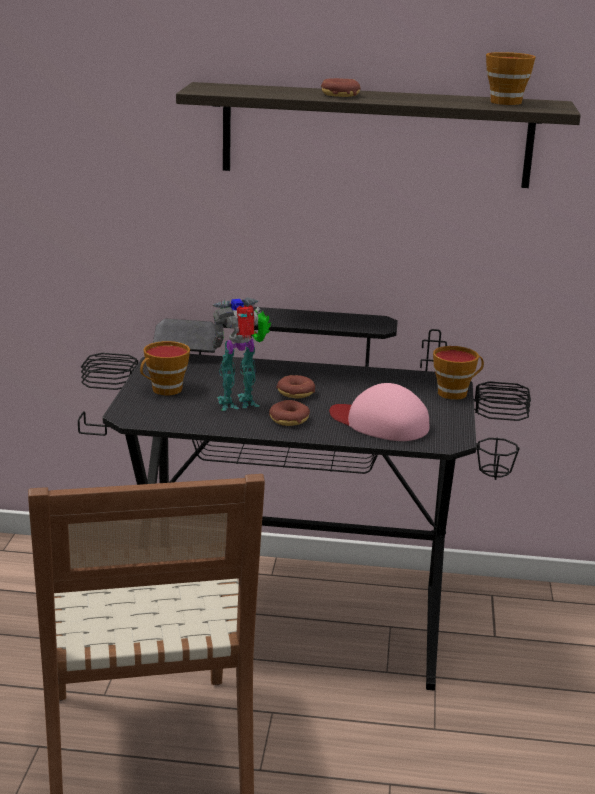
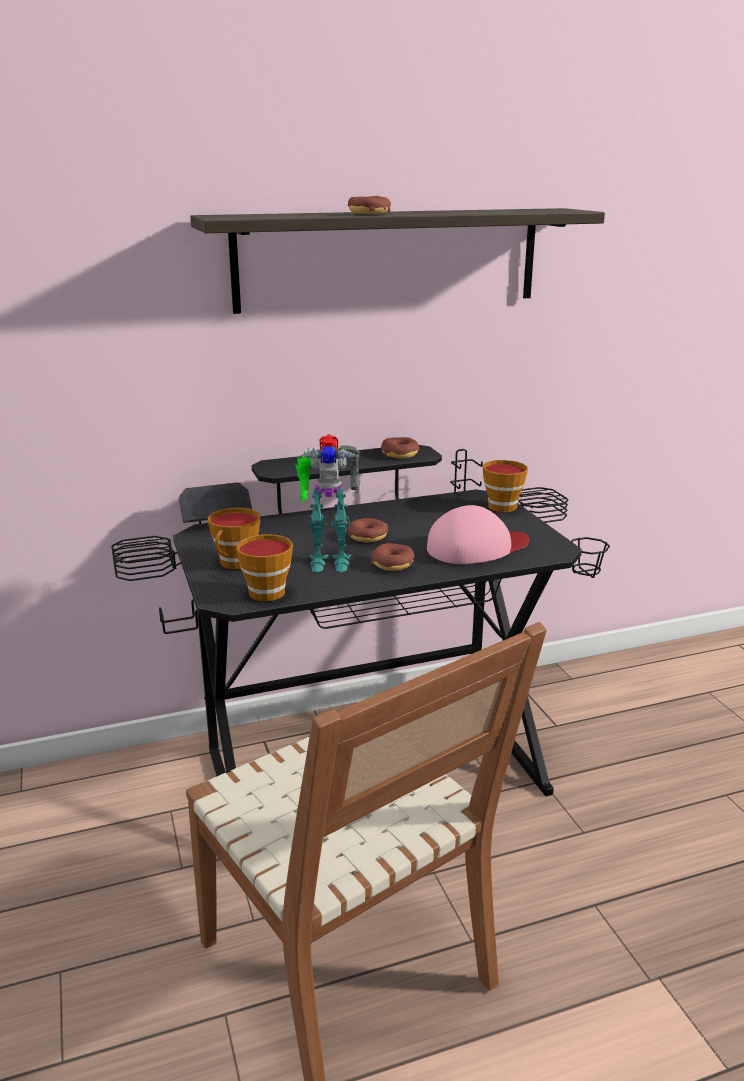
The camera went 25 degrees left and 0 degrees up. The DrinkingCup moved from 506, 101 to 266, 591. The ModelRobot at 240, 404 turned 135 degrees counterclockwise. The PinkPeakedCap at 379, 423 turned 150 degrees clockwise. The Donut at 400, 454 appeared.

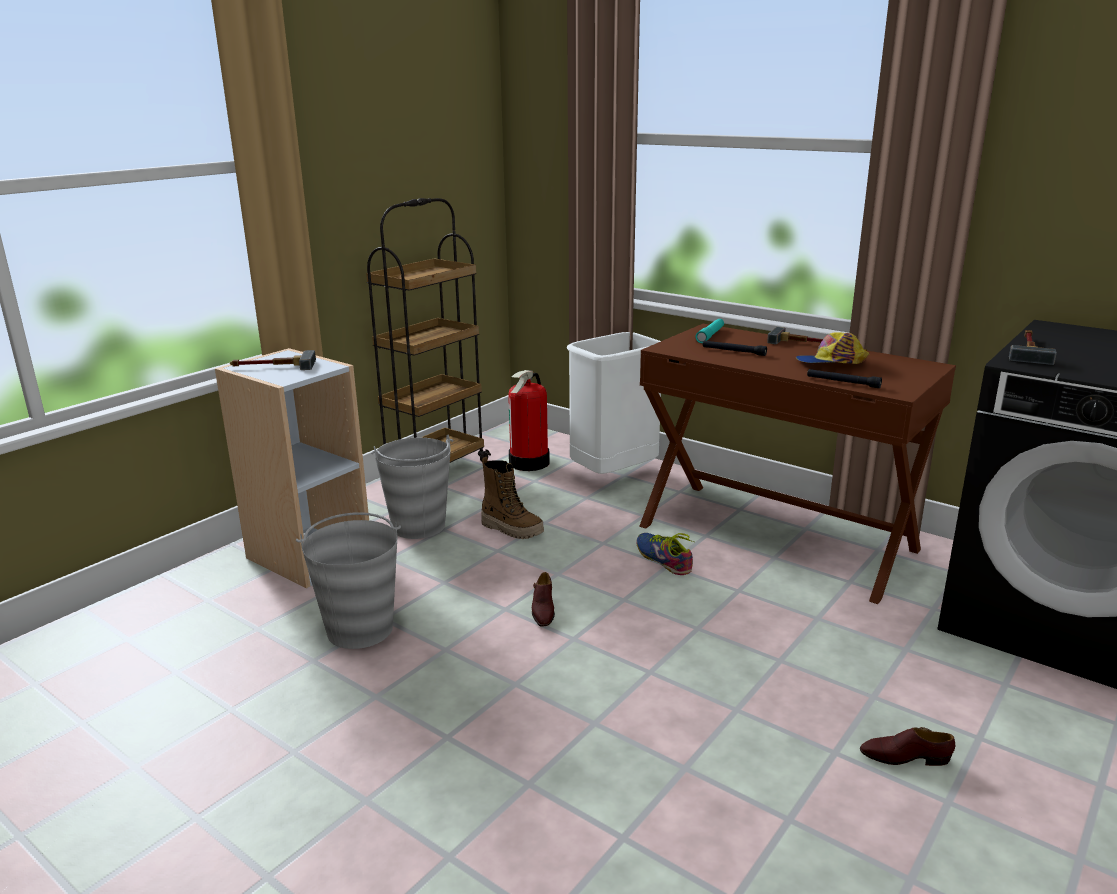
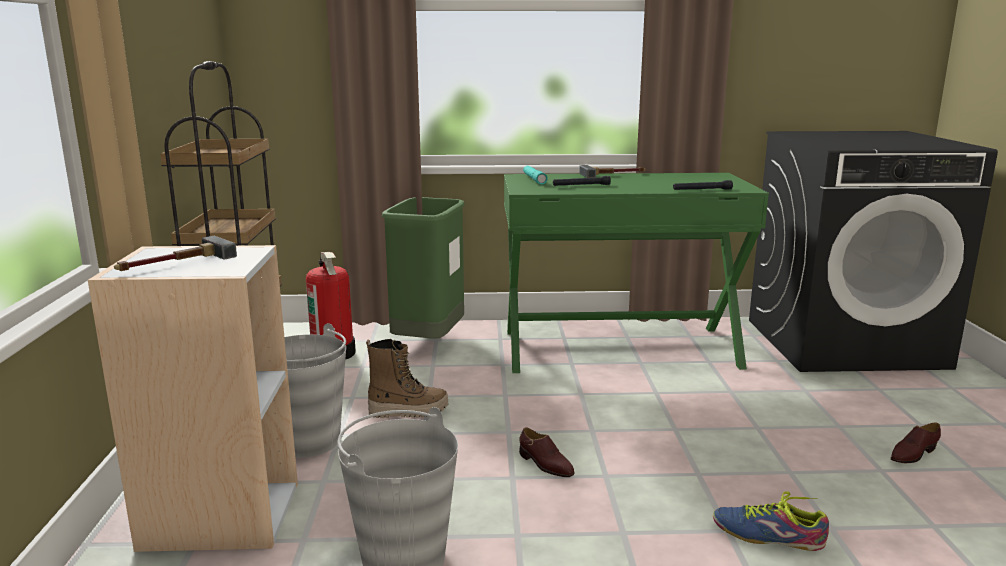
The camera went 40 degrees left and 5 degrees down. The BrownishDesk at 776, 537 became the GreenishDesk at 619, 348. The Hammer at 1029, 350 disappeared. The WhiteTrashCan at 614, 476 became the GreenishTrashCan at 428, 342. The PeakedCap at 831, 363 disappeared. The Shoe moved from 663, 559 to 768, 536.

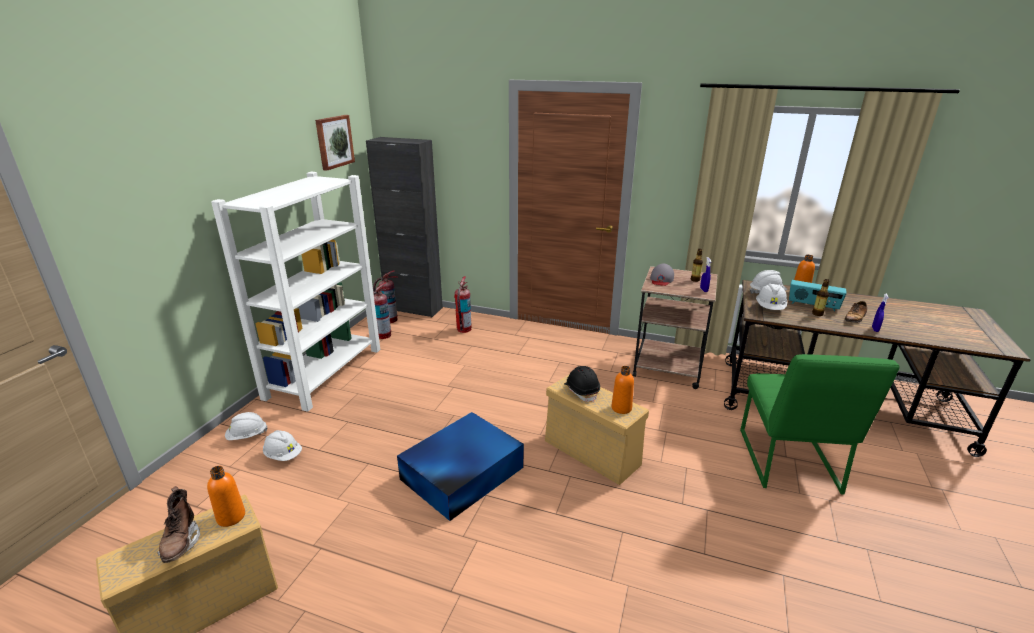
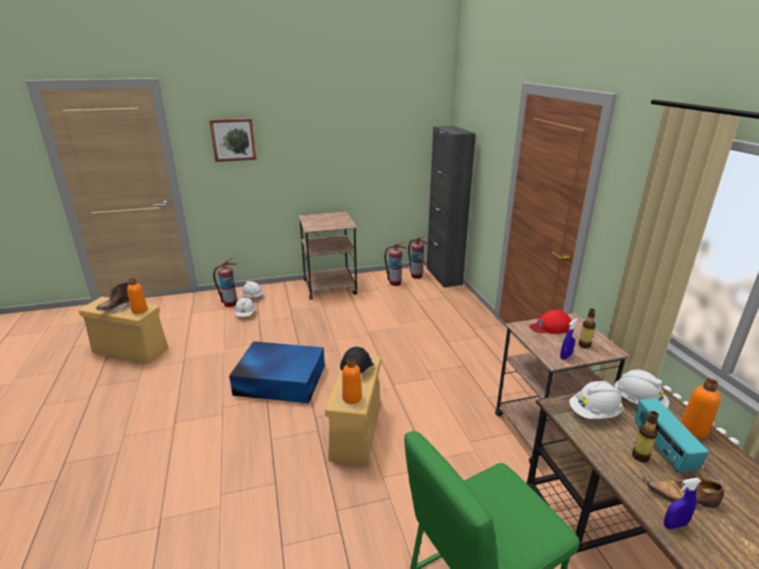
The camera went 55 degrees right and 0 degrees up. The Picture moved from 334, 142 to 233, 139. The WhiteBookshelf at 324, 372 was replaced by the BrownishTrolley at 330, 286. The GreyishPeakedCap at 661, 279 became the RedPeakedCap at 550, 327. The Extinguisher moved from 463, 329 to 230, 303.

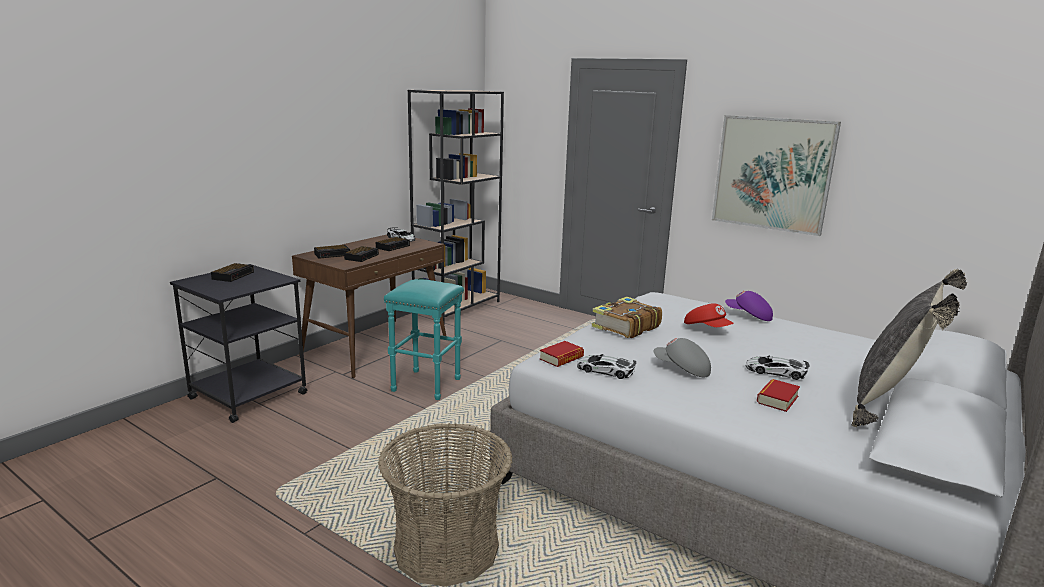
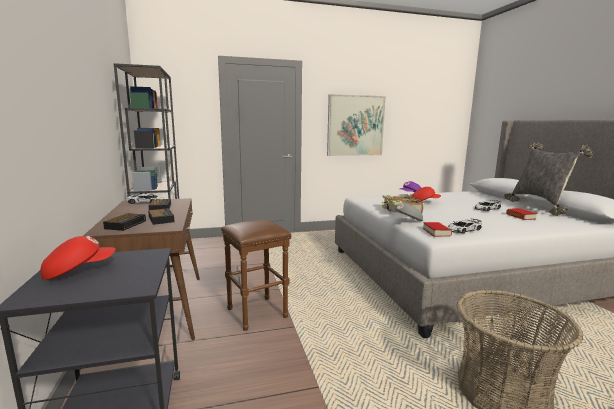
The camera went 50 degrees left and 5 degrees down. The AlarmClock at 233, 275 was replaced by the RedPeakedCap at 79, 270. The TurquoiseStoolSeat at 427, 385 became the BrownishStoolSeat at 258, 313. The GreyishPeakedCap moved from 682, 369 to 406, 221.

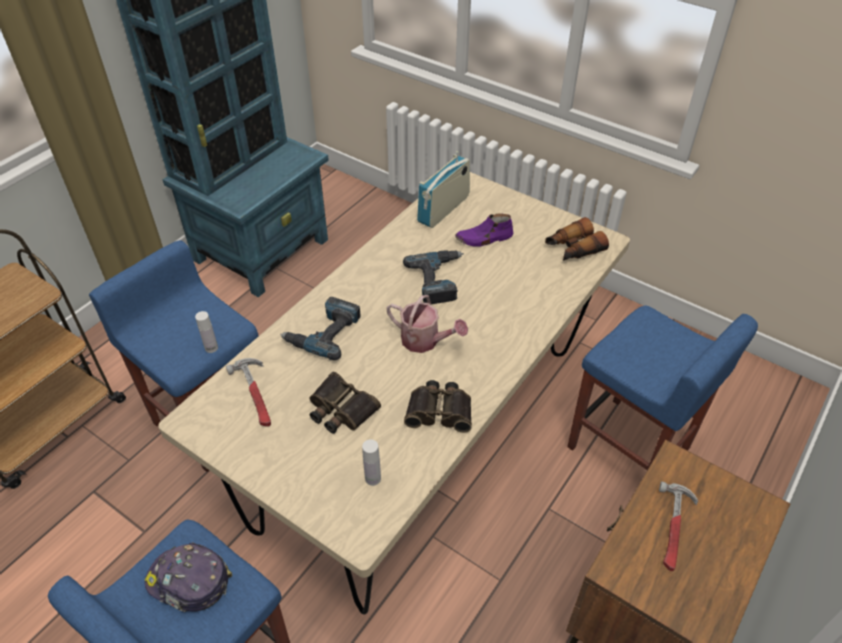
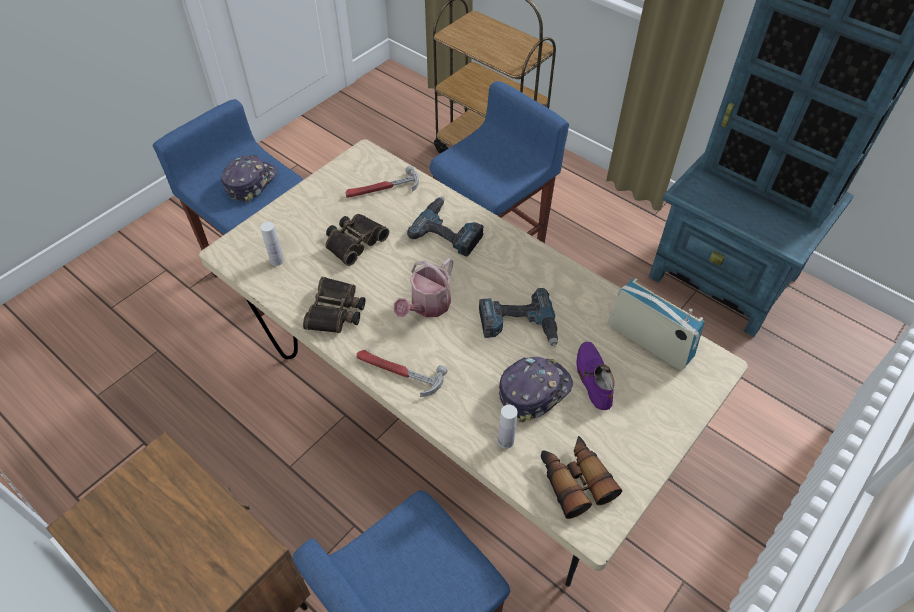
The camera went 95 degrees right and 5 degrees up. The WhiteBottle moved from 211, 348 to 505, 441. The Hammer moved from 674, 529 to 398, 372. The PeakedCap at 533, 390 appeared.

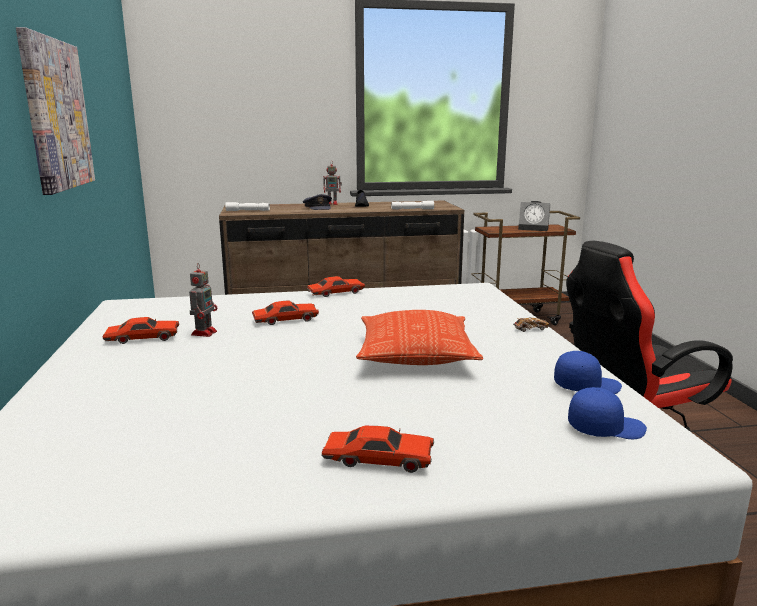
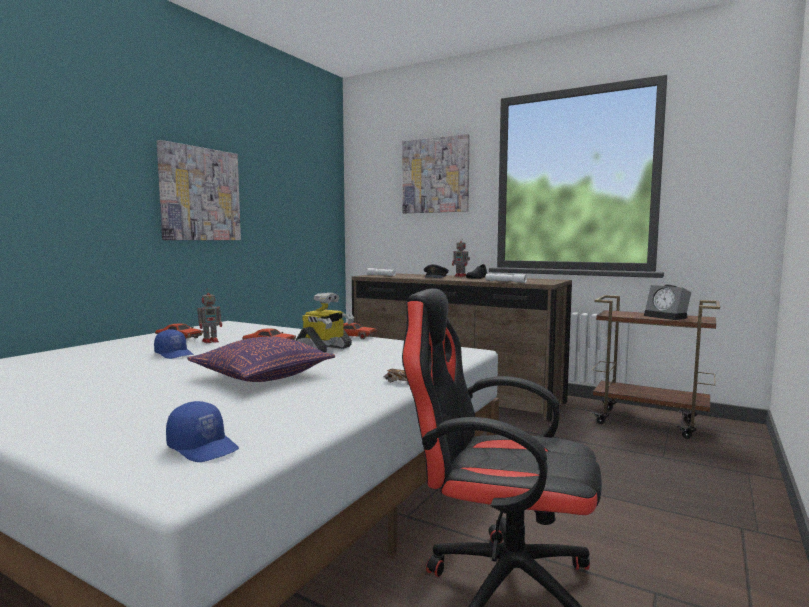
The camera went 40 degrees right and 10 degrees down. The OrangeyPillow at 415, 356 became the PurplishPillow at 263, 376. The BlueColouredPeakedCap moved from 586, 386 to 175, 354. The RedMiniatureCar at 378, 459 disappeared. The Picture at 435, 175 appeared. The ModelRobot at 324, 350 appeared.

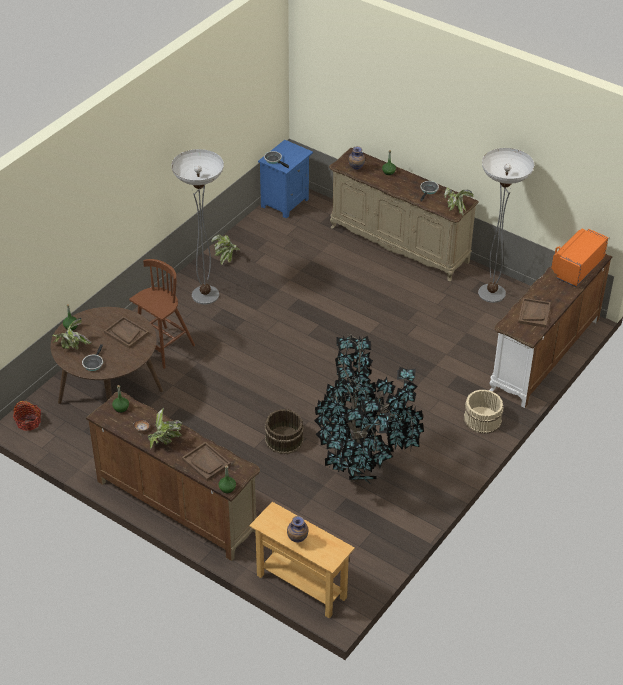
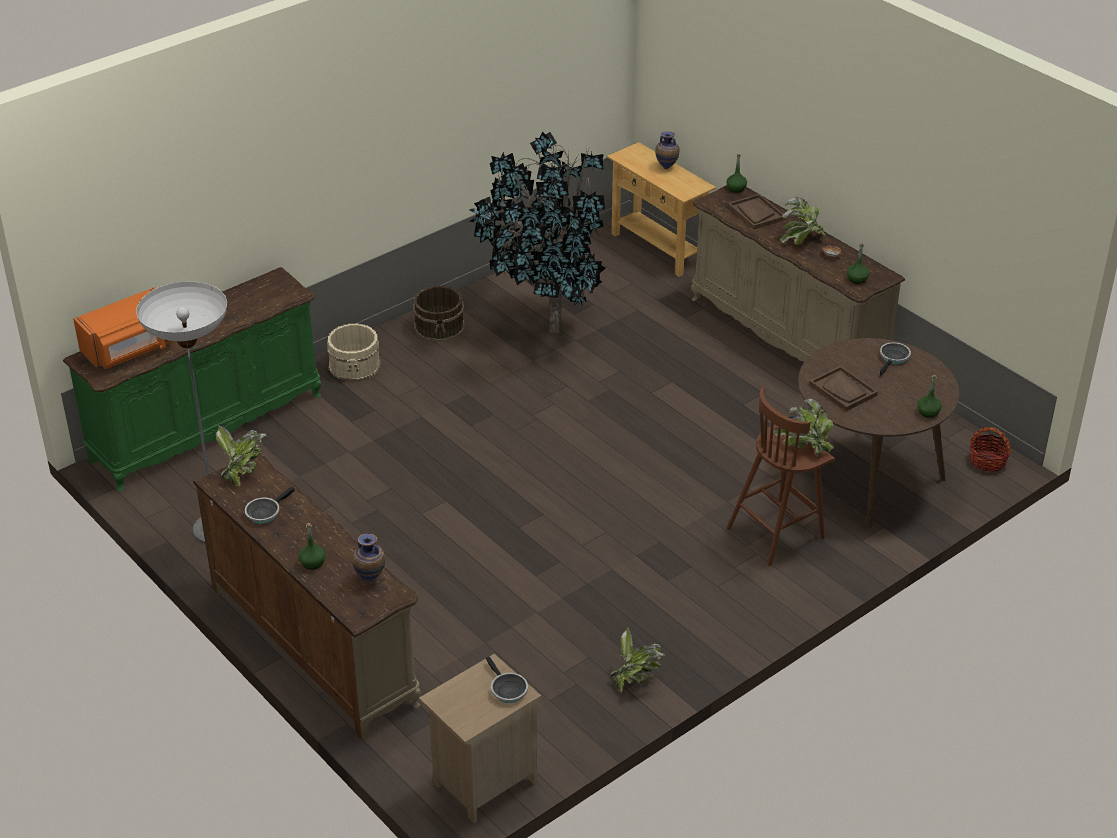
The camera went 165 degrees left and 5 degrees down. The BlueColouredBedsideTable at 286, 203 became the BeigeColouredBedsideTable at 482, 781. The StandingLamp at 205, 295 disappeared. The WhiteCupboard at 543, 353 became the GreenishCupboard at 209, 429. The BrownishServingTray at 534, 313 disappeared. The PlantInAPot moved from 71, 347 to 803, 446. The BrownishWaterBucket moved from 283, 439 to 440, 326.

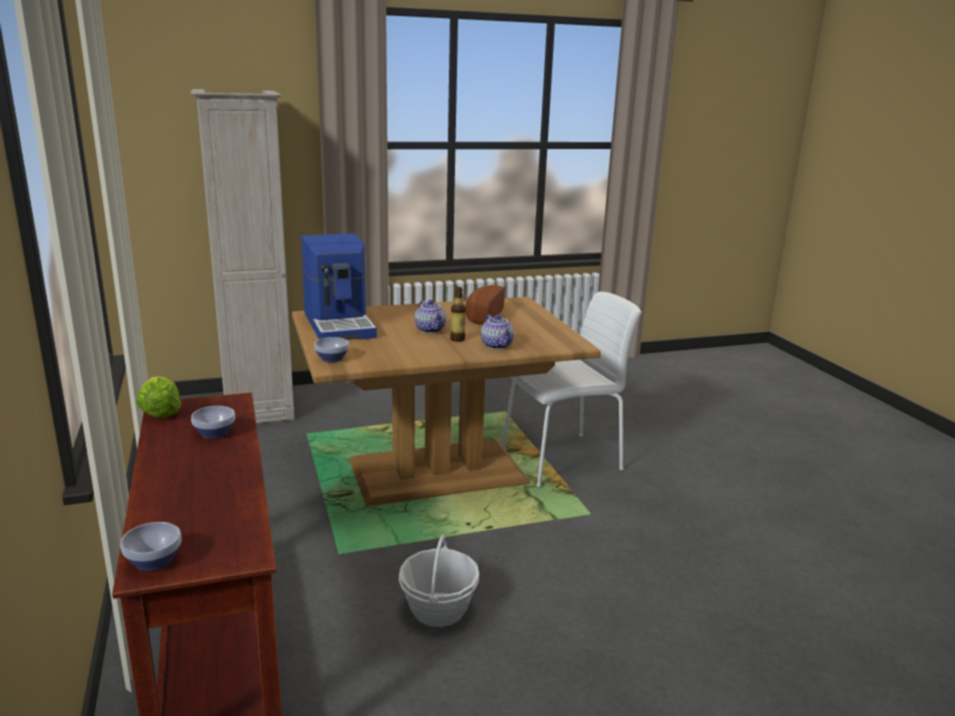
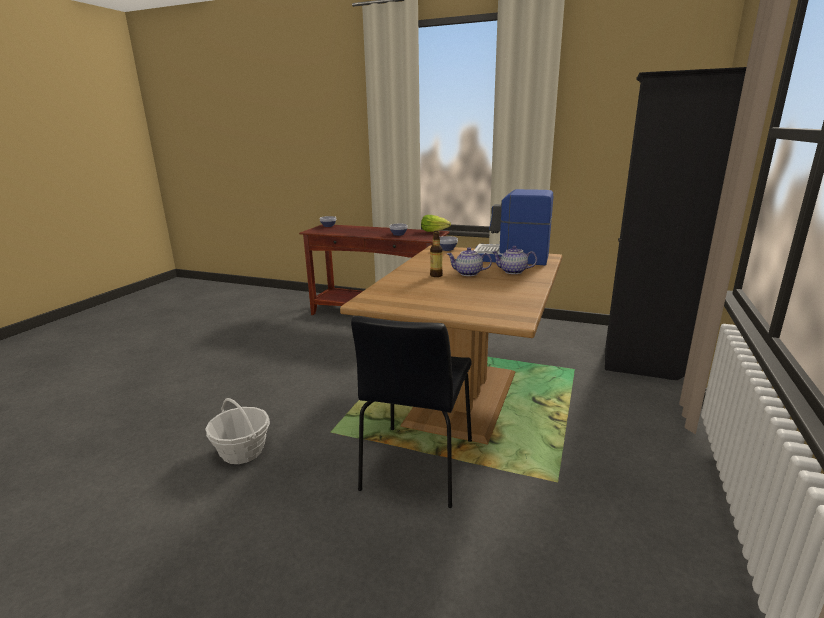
The camera went 130 degrees right and 0 degrees up. The BeigeColouredCupboard at 259, 407 became the BlackishCupboard at 641, 363. The BakeryBread at 482, 316 disappeared. The WhiteChair at 565, 458 became the BlackishChair at 417, 467. The PotForTea moved from 497, 346 to 513, 272. The HouseholdBasket moved from 438, 609 to 242, 451.

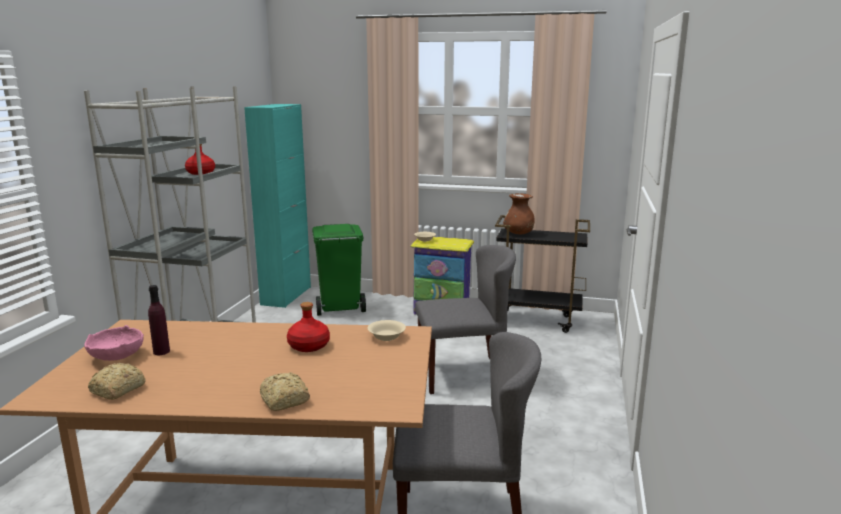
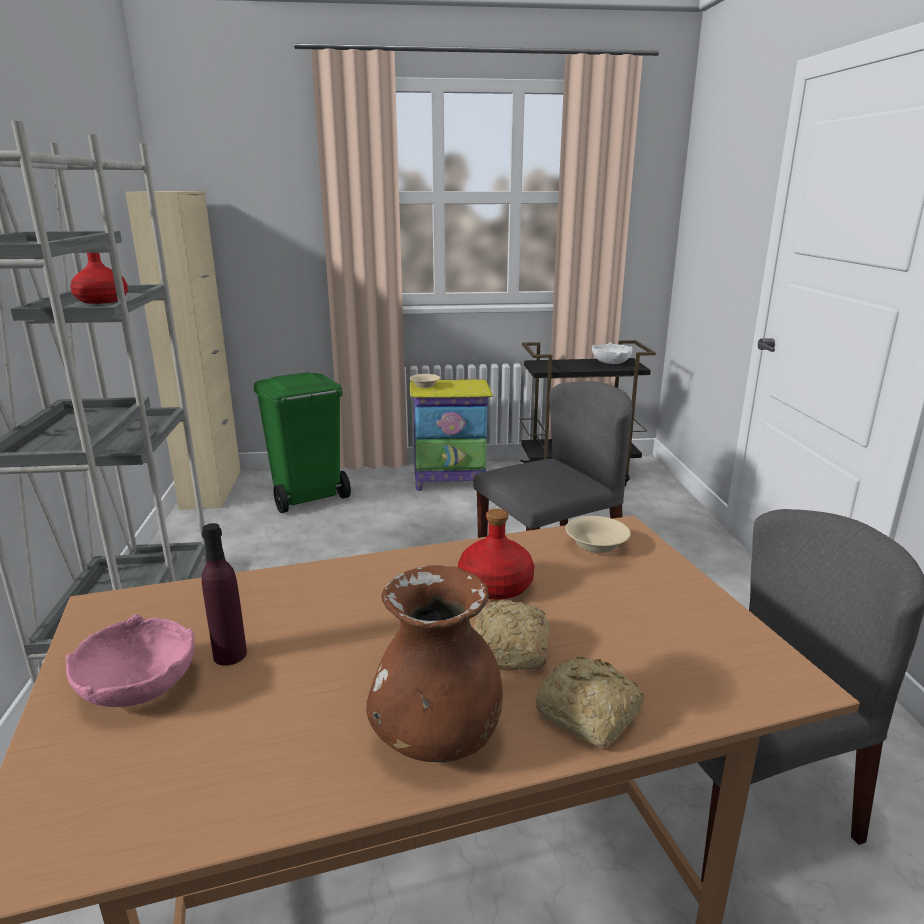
The camera went 20 degrees left and 5 degrees up. The TurquoiseCupboard at 286, 296 became the BeigeColouredCupboard at 211, 489. The BrownishVase moved from 518, 234 to 437, 737. The BakeryBread moved from 116, 390 to 509, 651. The WhiteDeepDish at 611, 362 appeared.

